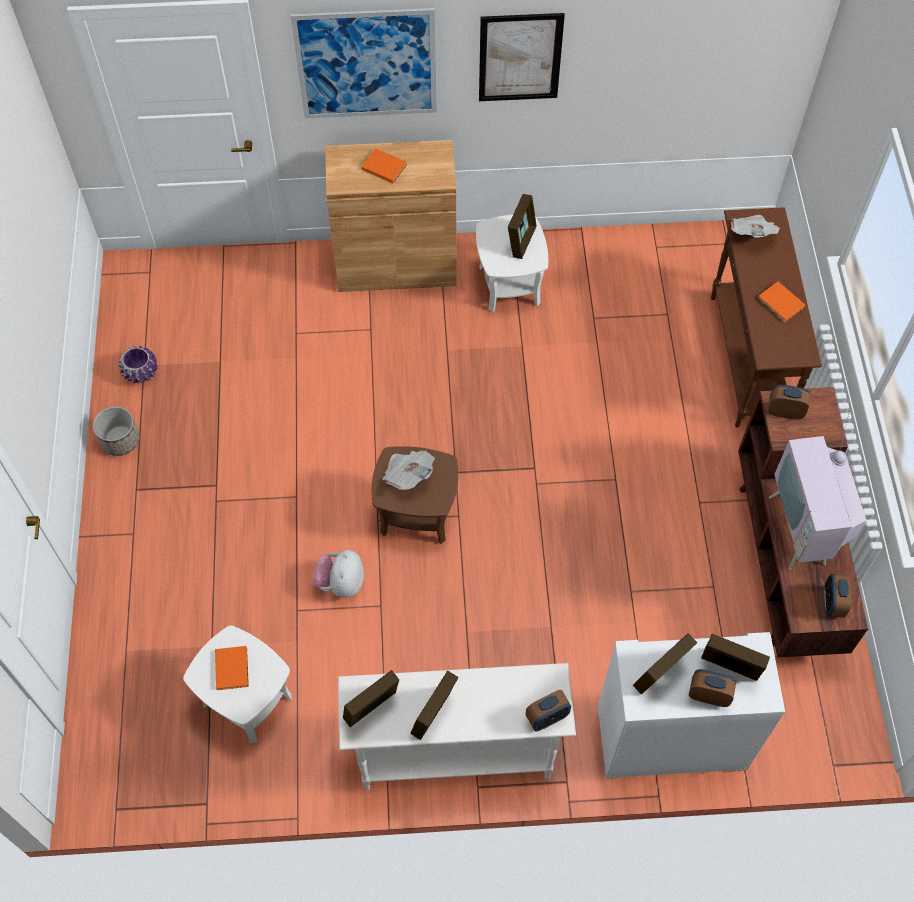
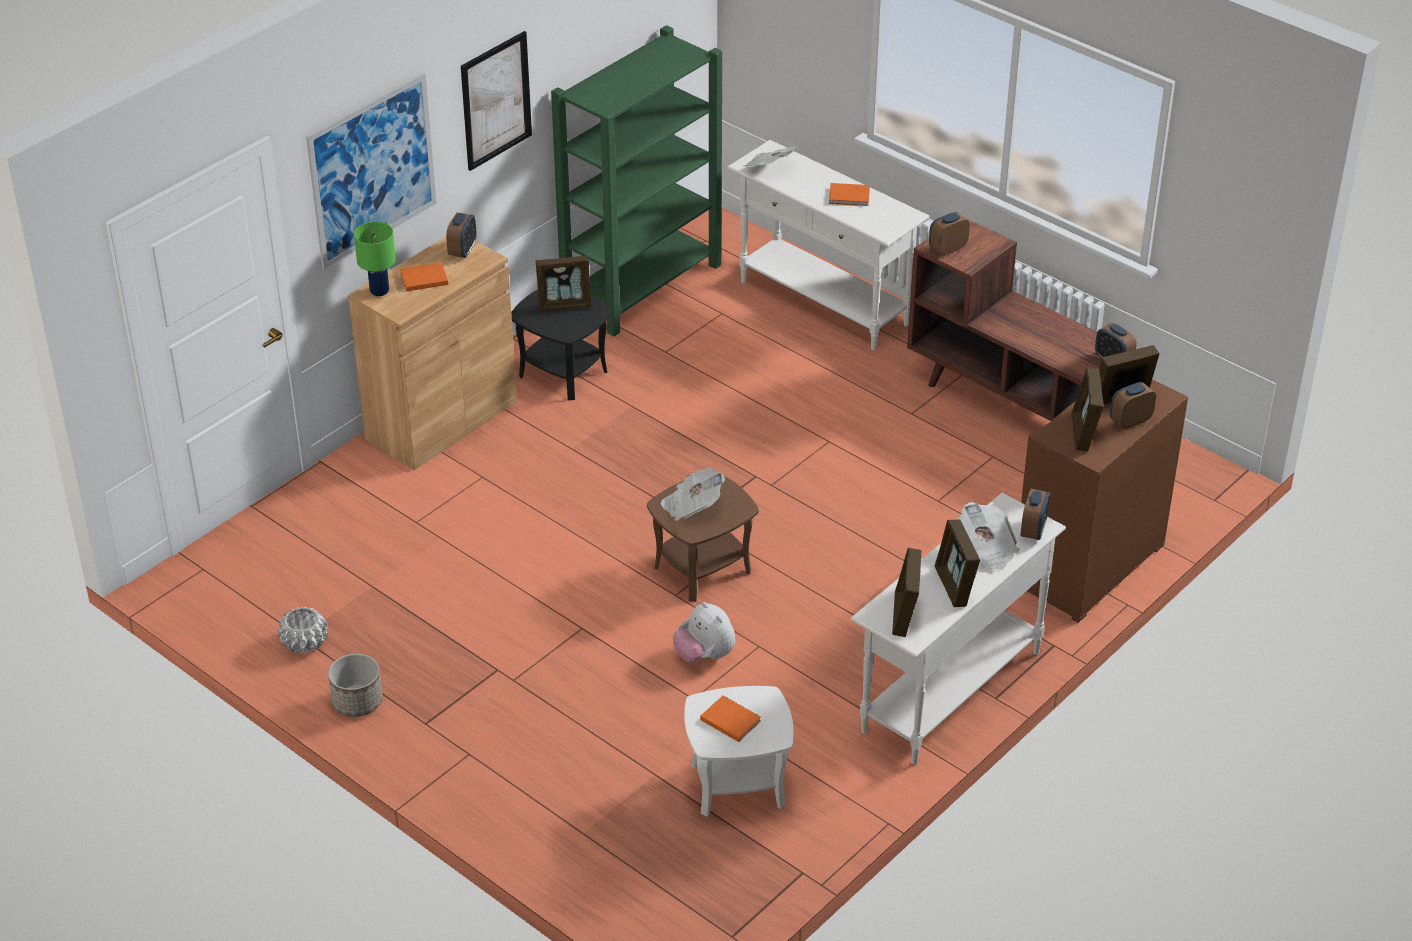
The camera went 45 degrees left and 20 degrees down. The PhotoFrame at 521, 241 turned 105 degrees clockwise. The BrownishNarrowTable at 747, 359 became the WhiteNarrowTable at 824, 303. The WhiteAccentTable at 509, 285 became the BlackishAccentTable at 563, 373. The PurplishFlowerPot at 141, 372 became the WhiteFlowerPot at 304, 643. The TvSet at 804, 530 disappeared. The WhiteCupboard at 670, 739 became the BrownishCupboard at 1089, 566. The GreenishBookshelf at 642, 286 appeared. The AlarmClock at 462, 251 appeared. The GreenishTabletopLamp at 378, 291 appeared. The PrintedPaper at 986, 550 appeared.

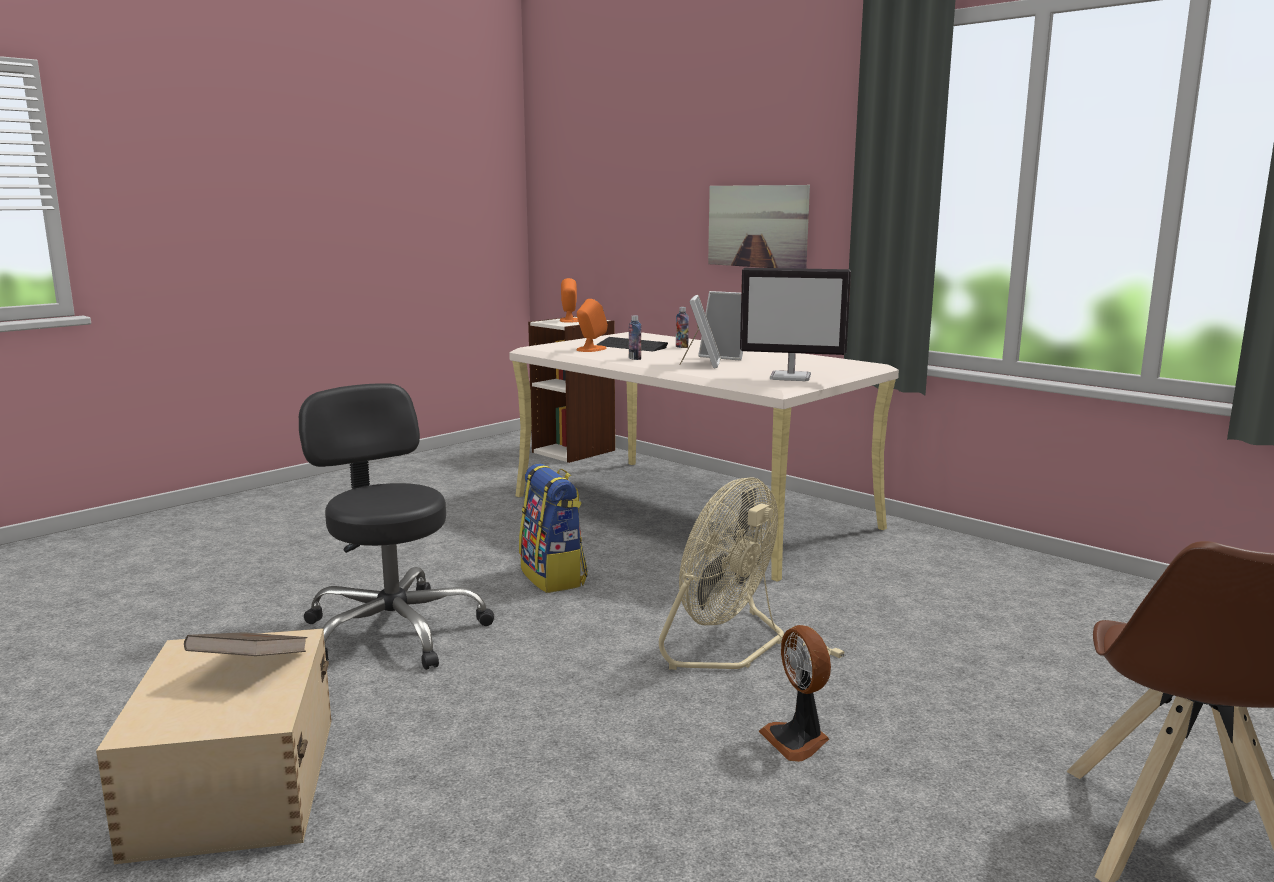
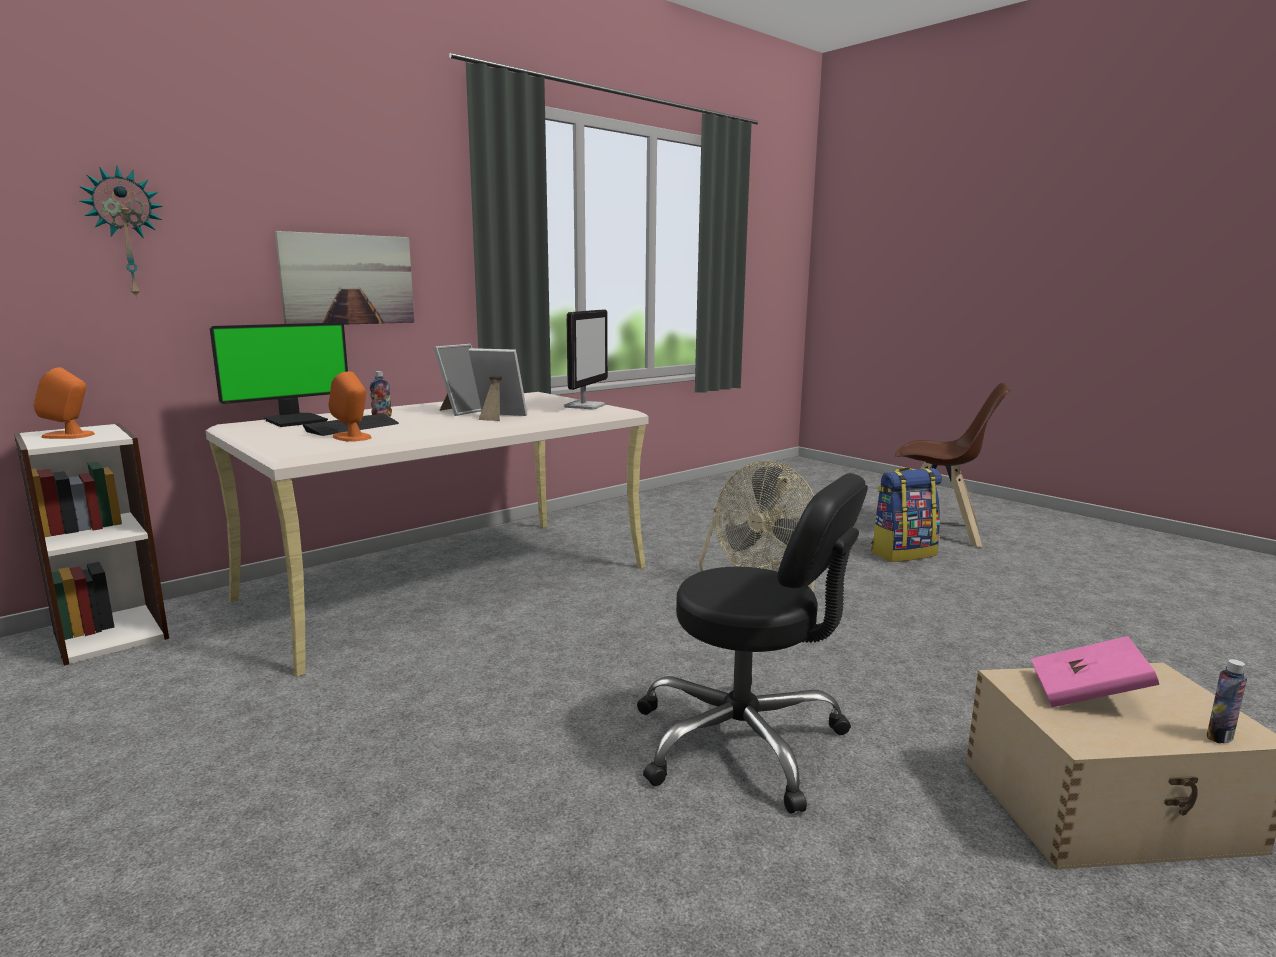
The camera went 85 degrees left and 0 degrees up. The Bottle moved from 635, 358 to 1219, 737. The BlackishOfficeChair at 391, 628 turned 120 degrees counterclockwise. The Backpack moved from 554, 577 to 903, 553. The CoolingFan at 797, 740 disappeared. The BrownishBoundBook at 250, 667 became the PinkBoundBook at 1087, 695. The ClockOnTheWall at 125, 233 appeared. The ComputerDisplay at 296, 420 appeared.

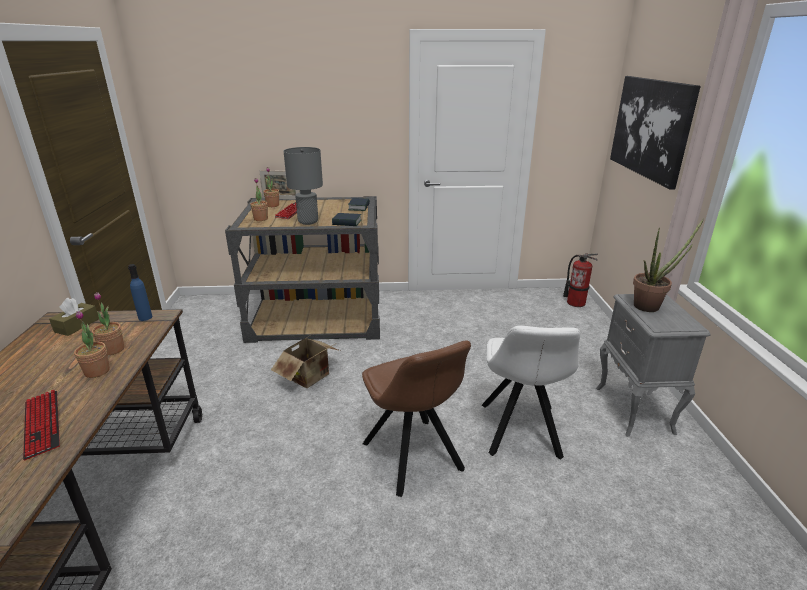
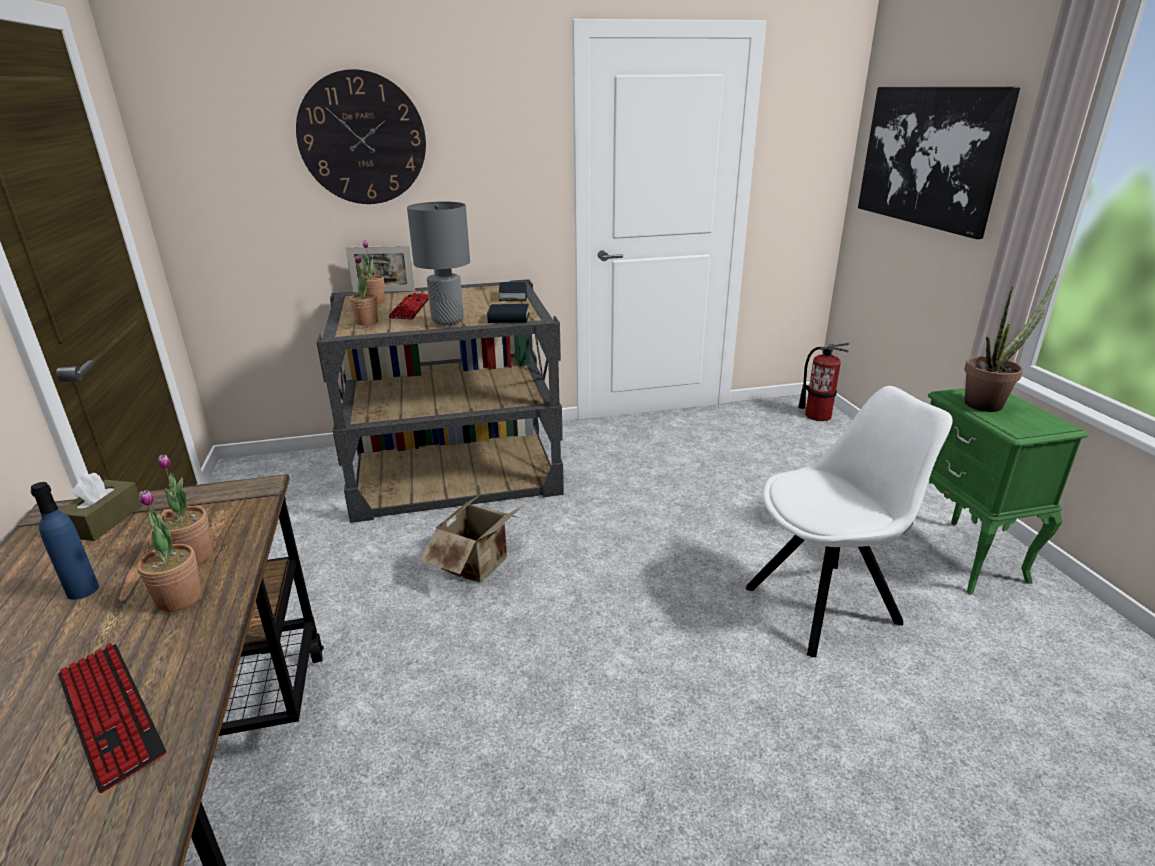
The camera went 10 degrees left and 0 degrees up. The BlueColouredBottle moved from 145, 317 to 82, 590. The GreyishBedsideTable at 634, 410 became the GreenishBedsideTable at 962, 556. The WhiteChair at 520, 430 turned 105 degrees counterclockwise. The BrownishChair at 413, 456 disappeared. The ClockOnTheWall at 362, 139 appeared.

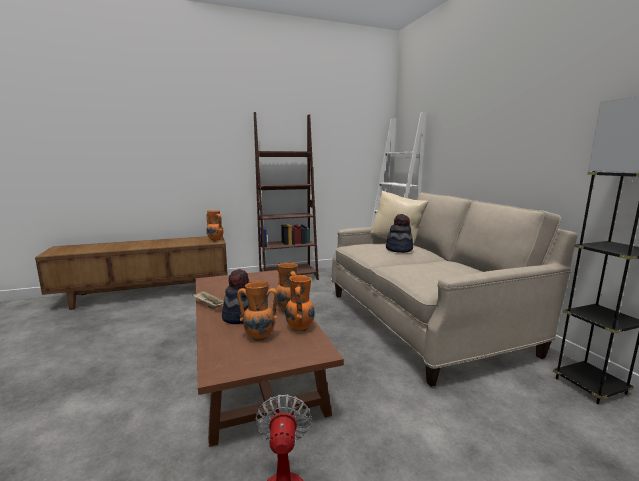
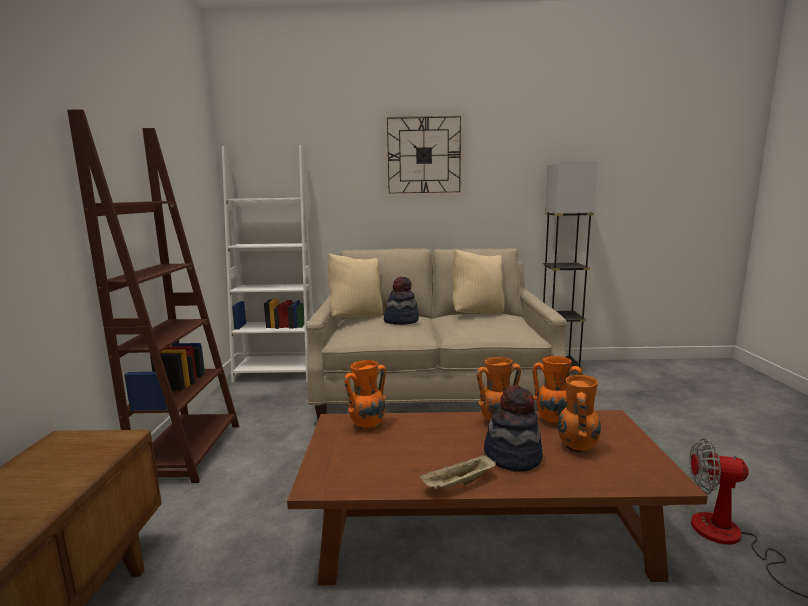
The camera went 70 degrees left and 0 degrees up. The OrangeyVase moved from 215, 240 to 367, 426. The ClockOnTheWall at 424, 155 appeared. The BeigeColouredPillow at 477, 313 appeared.

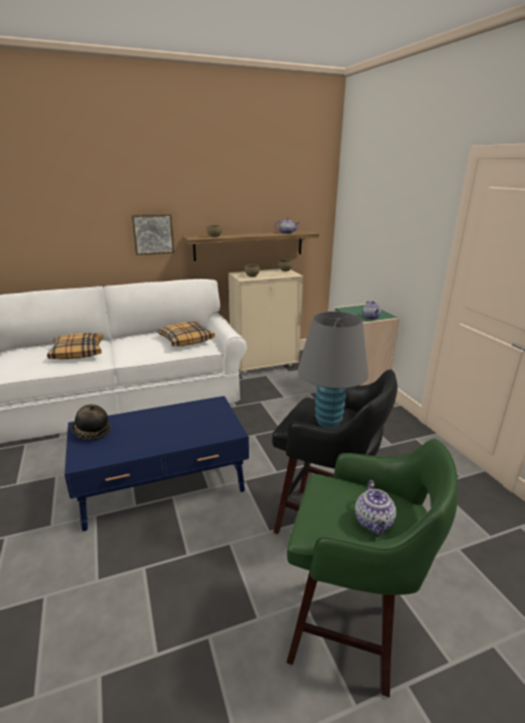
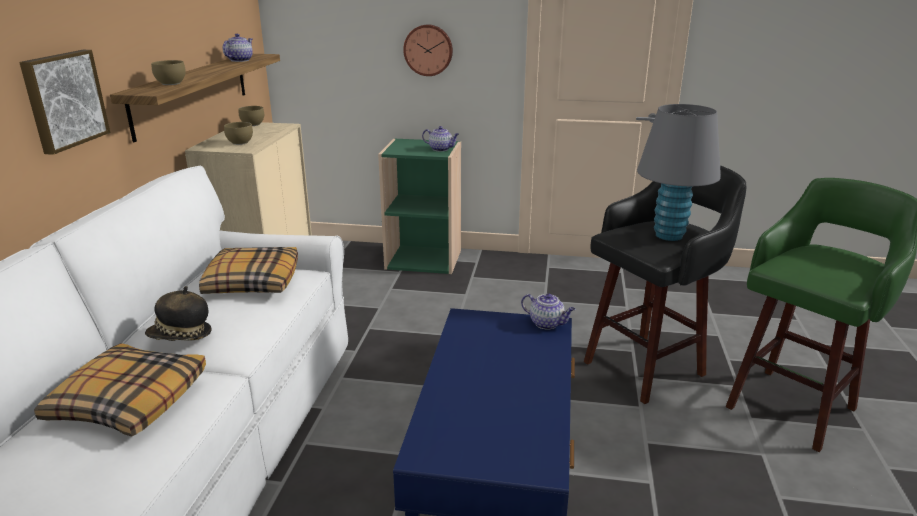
The camera went 60 degrees left and 0 degrees up. The ClothingHat moved from 91, 432 to 181, 337. The PotForTea moved from 374, 523 to 547, 323. The ClockOnTheWall at 428, 50 appeared.

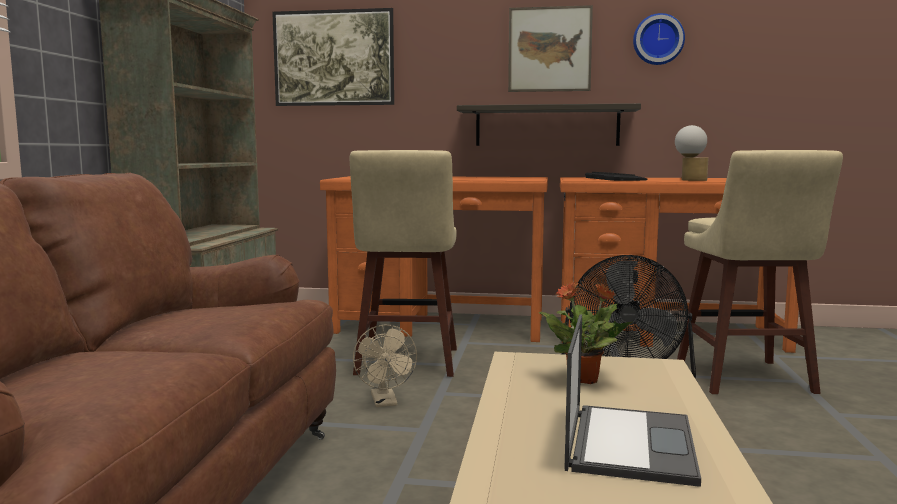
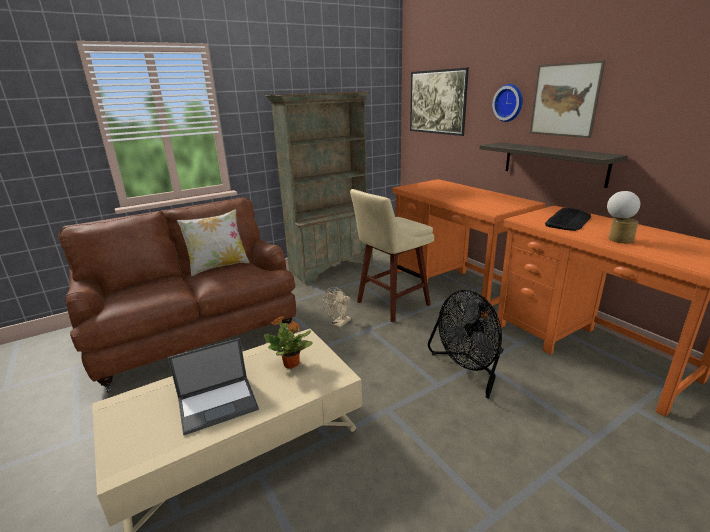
The camera went 50 degrees right and 15 degrees up. The ClockOnTheWall moved from 658, 40 to 509, 103. The BeigeColouredStoolSeat at 745, 379 disappeared. The Pillow at 218, 266 appeared.

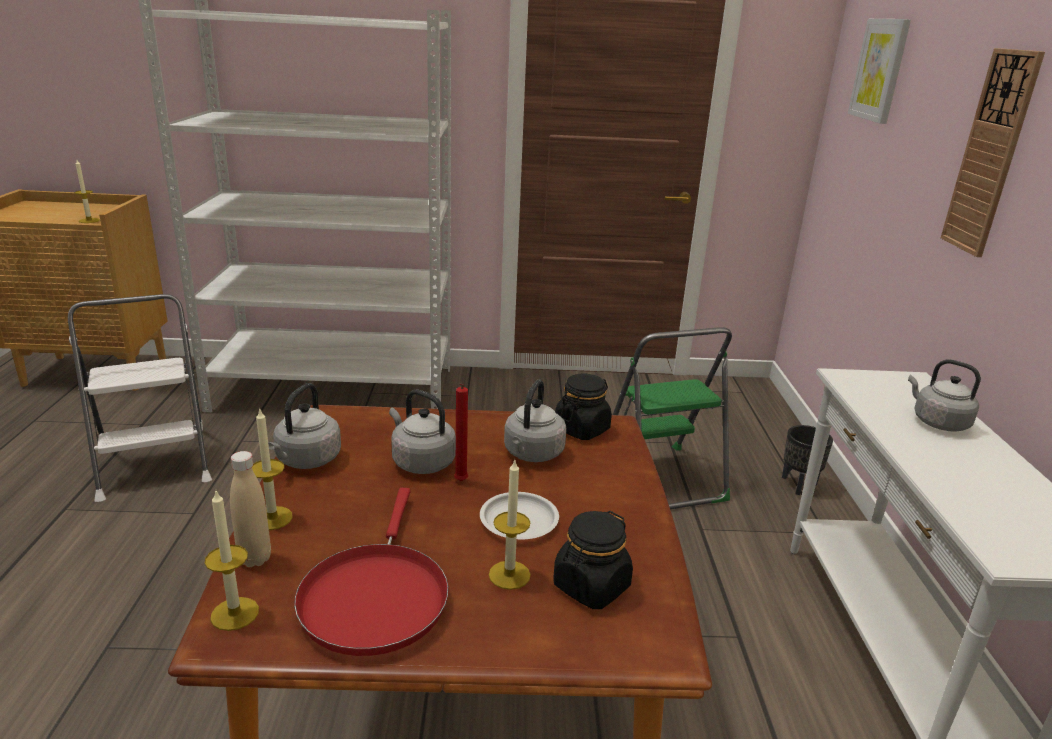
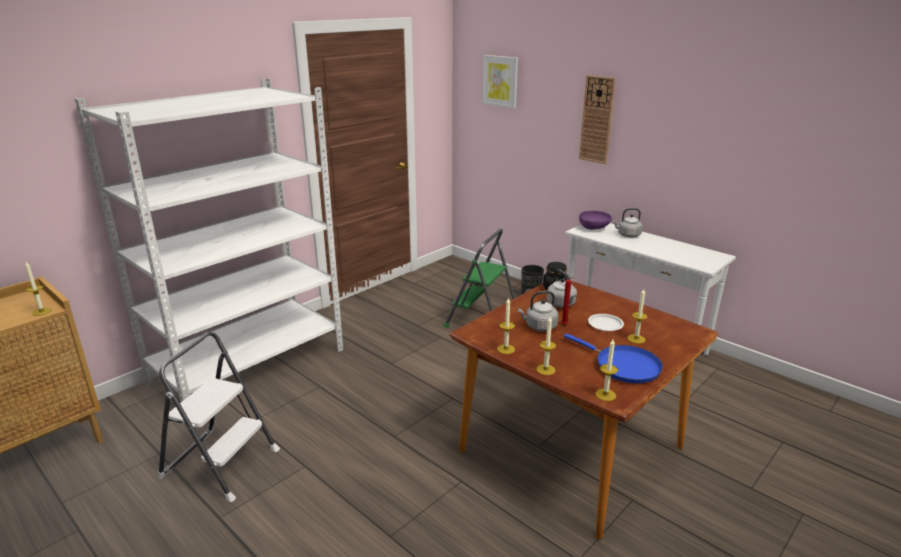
The camera went 45 degrees left and 0 degrees up. The GreyishWaterKettle at 306, 460 was replaced by the WaxCandle at 506, 349. The BeigeColouredBottle at 255, 558 disappeared. The RedPan at 375, 596 became the BlueColouredPan at 623, 366. The BlackishStorageJar at 591, 586 disappeared. The PurplishDeepDish at 594, 228 appeared.

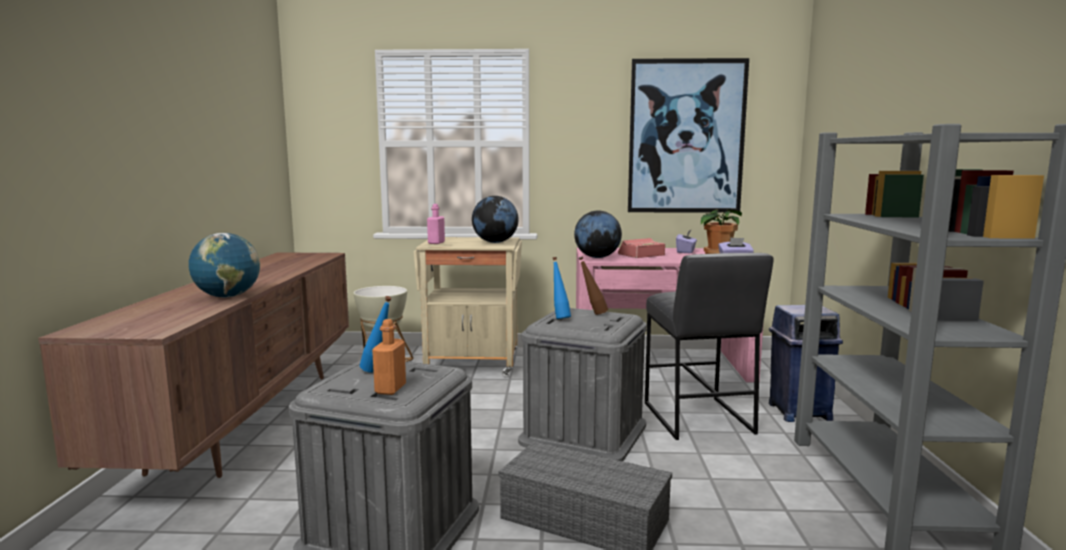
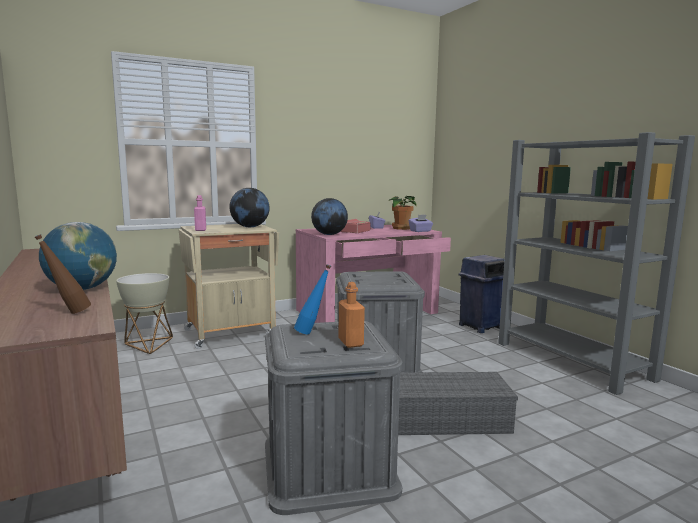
The camera went 30 degrees left and 0 degrees up. The Picture at 686, 137 disappeared. The GreyishStoolSeat at 698, 418 disappeared. The BrownishBottle moved from 593, 314 to 68, 313. The BlueColouredBottle at 559, 318 disappeared.

